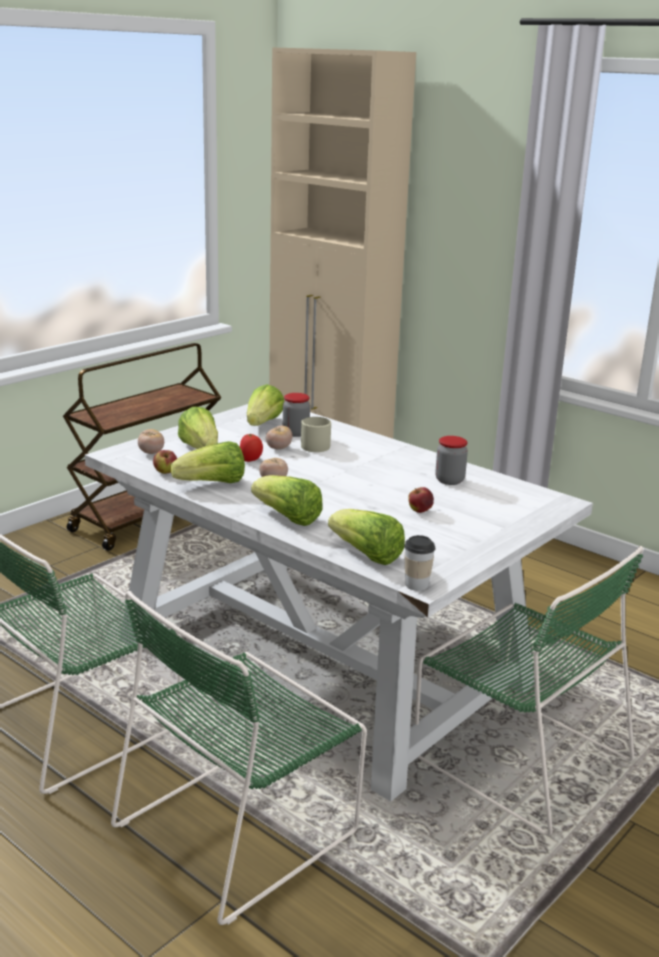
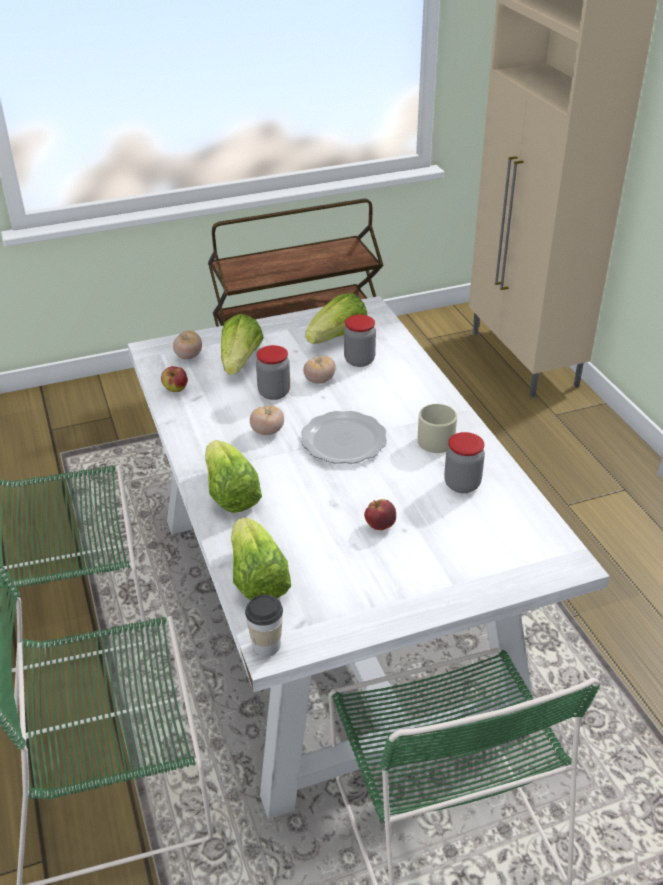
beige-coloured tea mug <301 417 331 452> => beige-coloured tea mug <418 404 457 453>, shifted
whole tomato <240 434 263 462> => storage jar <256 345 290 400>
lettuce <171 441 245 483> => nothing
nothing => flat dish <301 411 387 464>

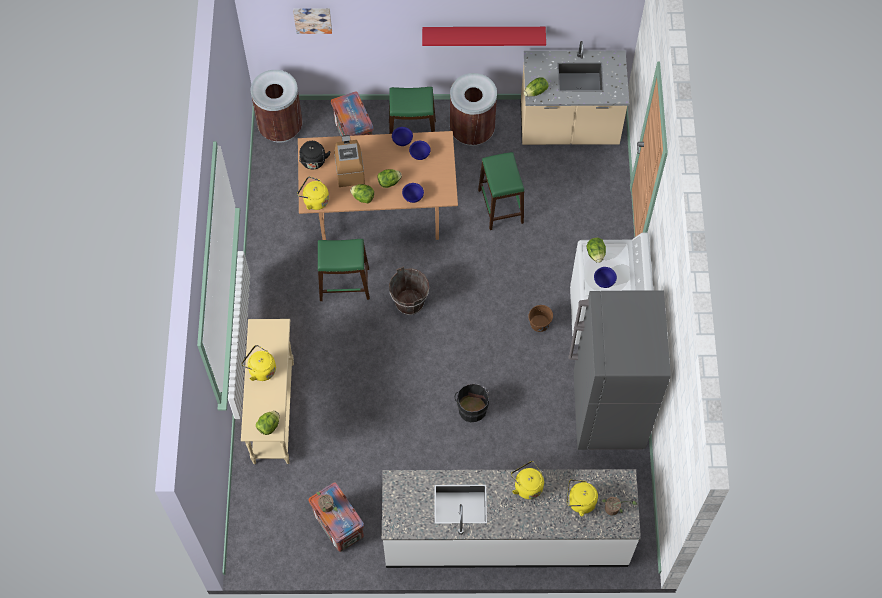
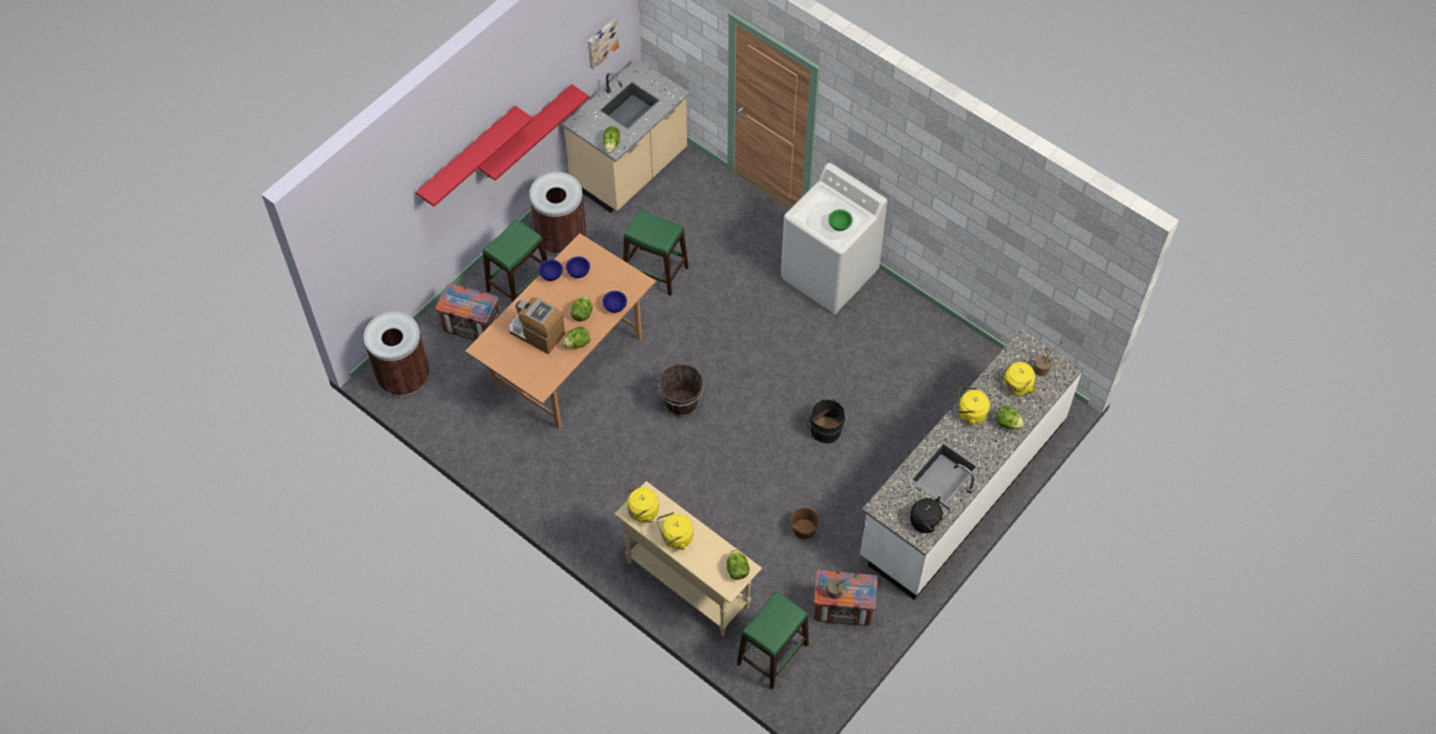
picture <293 8 332 34> => picture <588 18 619 69>, shifted
blackish kettle <299 141 331 169> => blackish kettle <910 496 950 533>, shifted
yellowish kettle <297 176 329 210> => yellowish kettle <622 487 659 523>, shifted
lettuce <587 238 606 263> => lettuce <995 406 1024 429>, shifted
green sitting stool <318 239 370 301> => green sitting stool <737 591 809 690>, shifted
blue-coloured deep dish <594 267 617 288> => green deep dish <828 209 853 231>
gray fridge <568 290 671 450> => nothing
brown water bucket <528 305 553 332> => brown water bucket <791 507 819 539>, shifted
nothing => red-coloured bracket shelf <416 106 533 207>

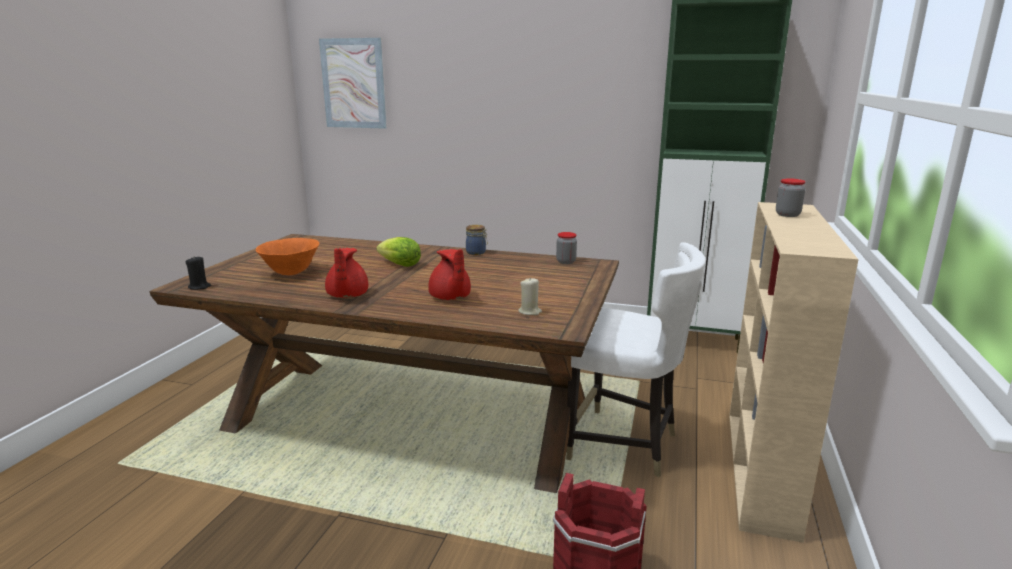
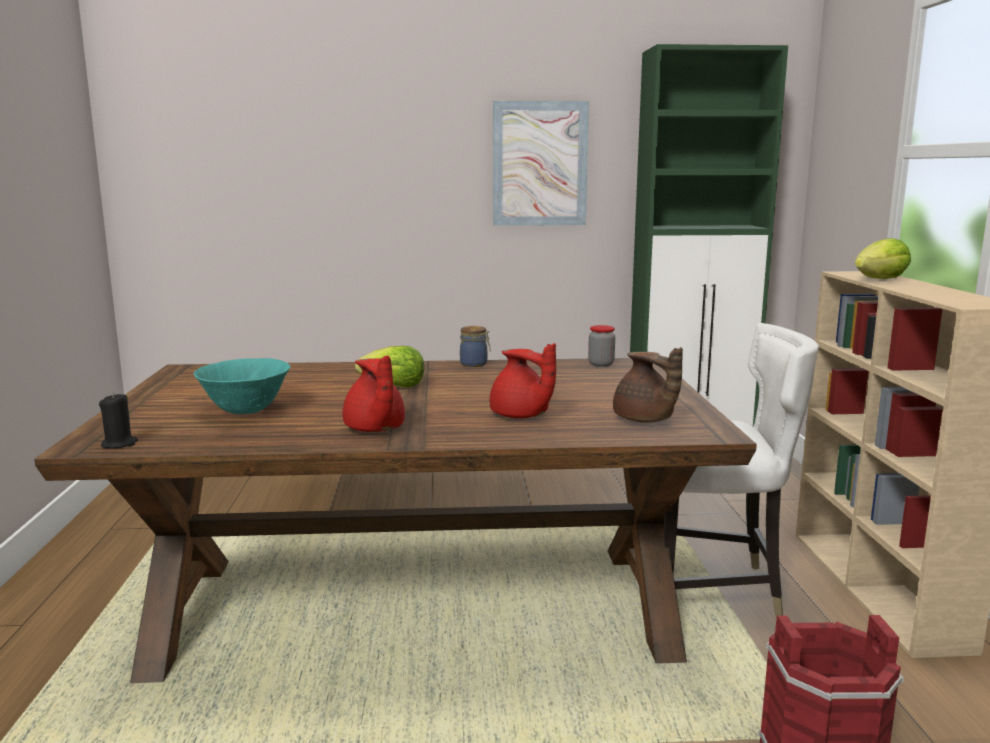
picture <319 38 387 129> => picture <493 101 589 226>, shifted
storage jar <776 179 806 217> => lettuce <855 238 911 279>
orangey deep dish <256 238 320 275> => blue-green deep dish <194 358 290 414>
beige-coloured candle <518 277 542 315> => brown pot for tea <613 347 683 423>

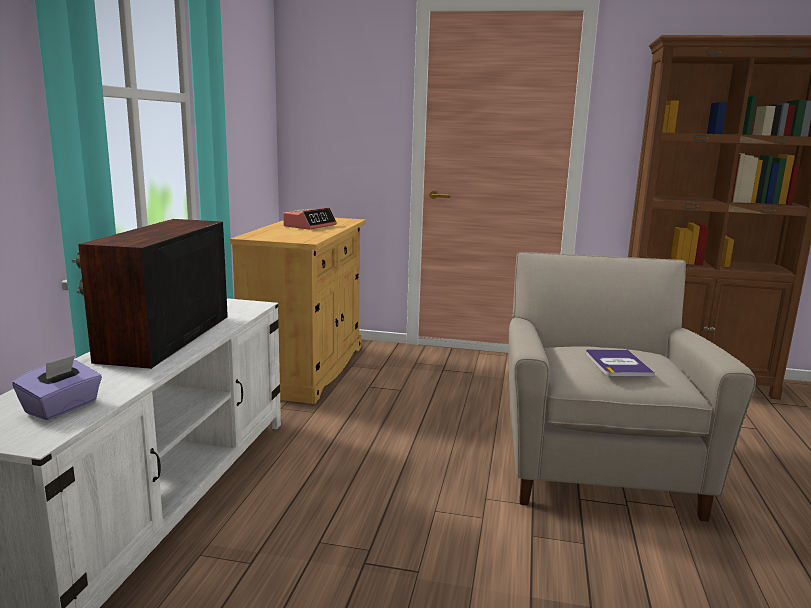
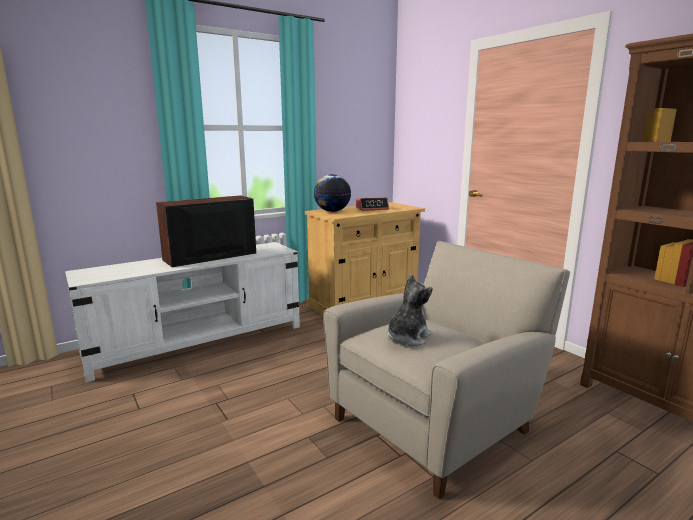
bound book <586 349 655 377> => cuddly toy <387 274 433 346>
purple tissue holder <12 355 102 420> => nothing
nothing => desk globe <314 174 351 212>

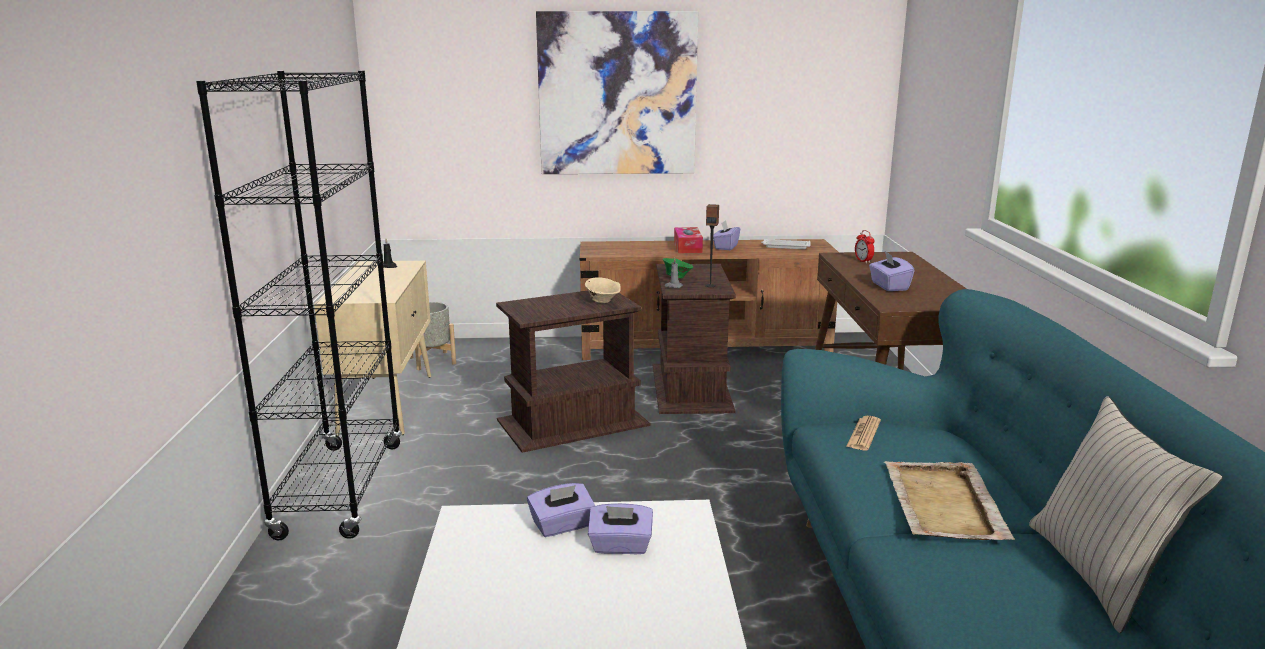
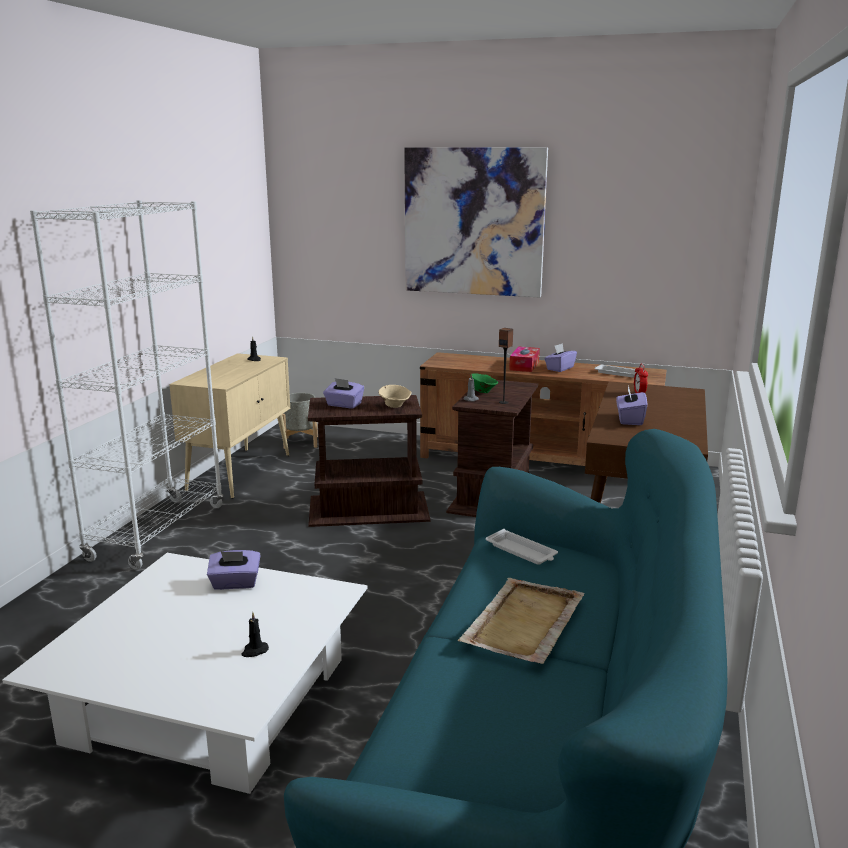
blackish shelving unit <196 71 402 540> => white-coloured shelving unit <30 200 223 570>
beige-coloured throw pillow <1029 396 1223 633> => nothing
newspaper <846 416 881 450> => white-coloured tray <486 529 558 565>
purple tissue holder <588 503 653 554> => purple tissue holder <323 378 364 408>, shifted
nothing => blackish candle <241 612 269 657>

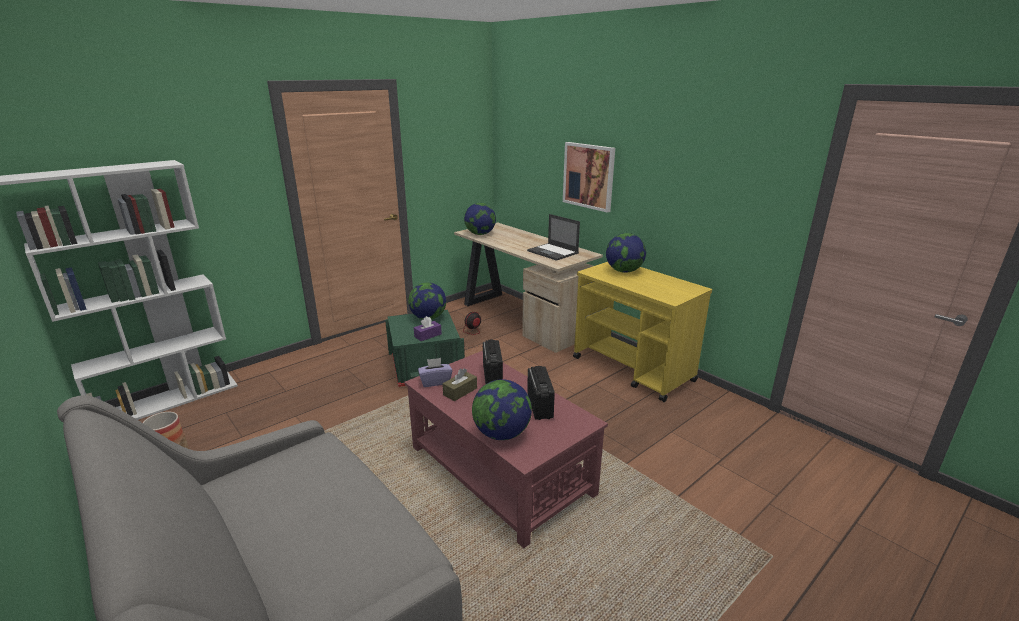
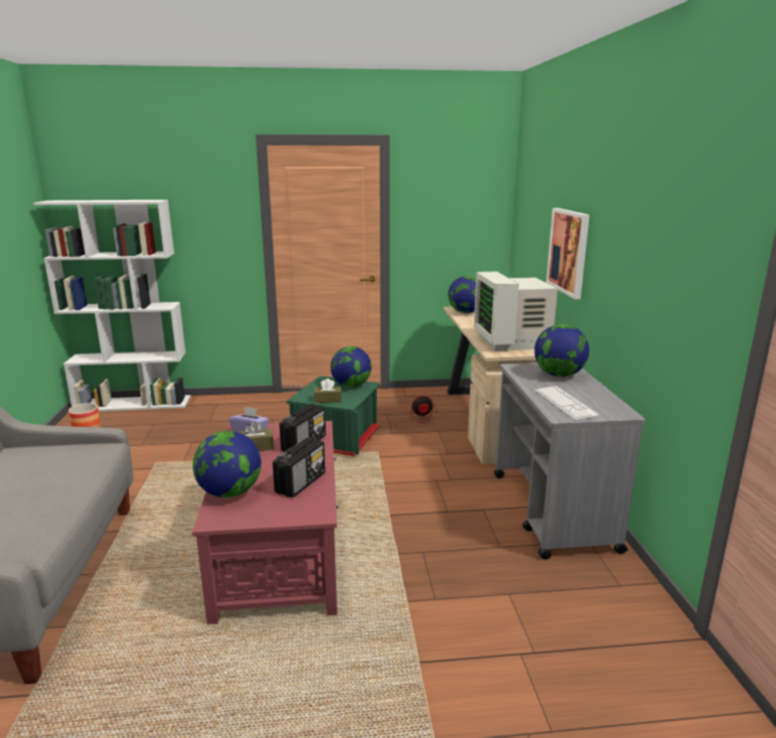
portable computer <527 214 580 261> => monitor <474 272 558 351>
yellowish trolley <573 262 712 402> => gray trolley <494 363 645 560>
purple tissue holder <414 316 442 341> => brown tissue holder <314 379 342 403>
nothing => PC keyboard <535 386 600 421>

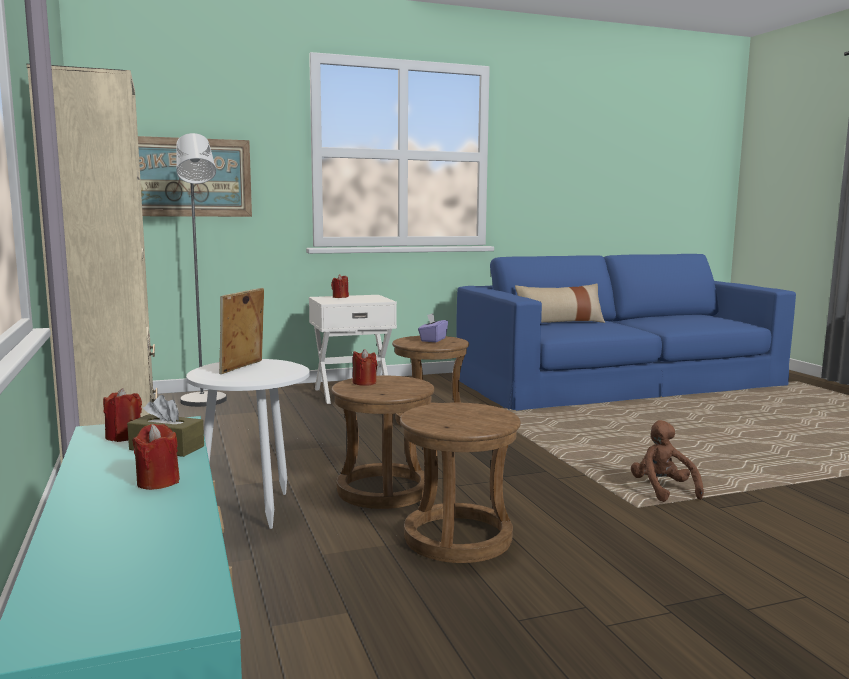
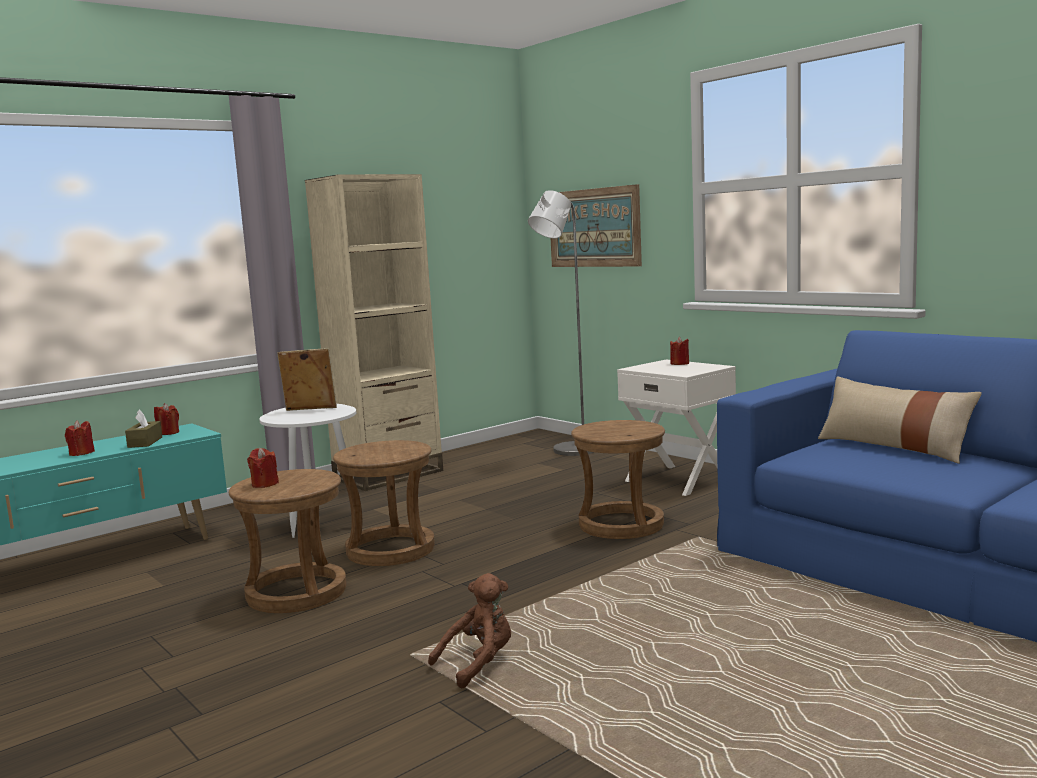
purple tissue holder <418 313 448 342> => nothing
red-coloured candle <353 349 377 386> => red-coloured candle <247 448 279 488>, shifted

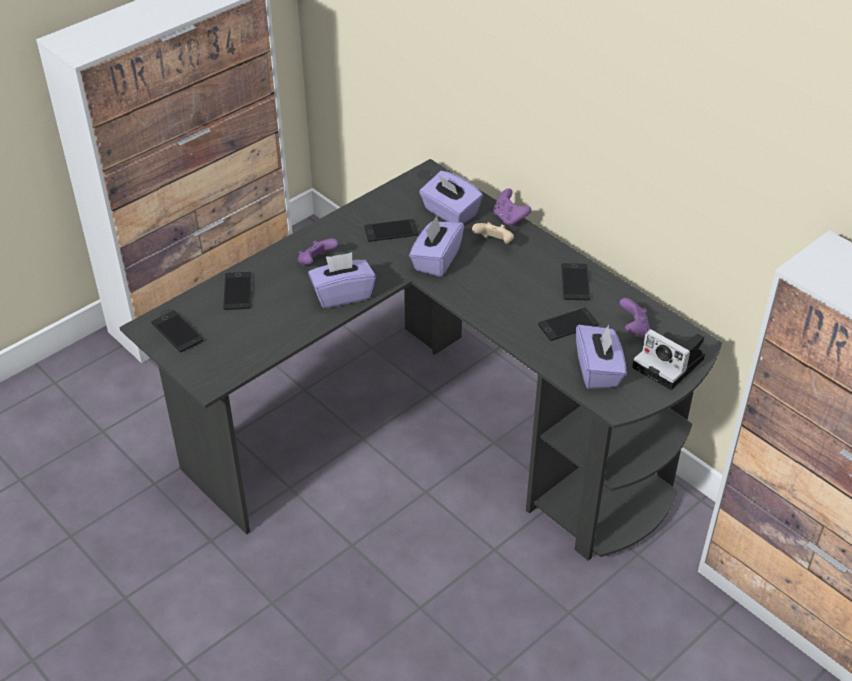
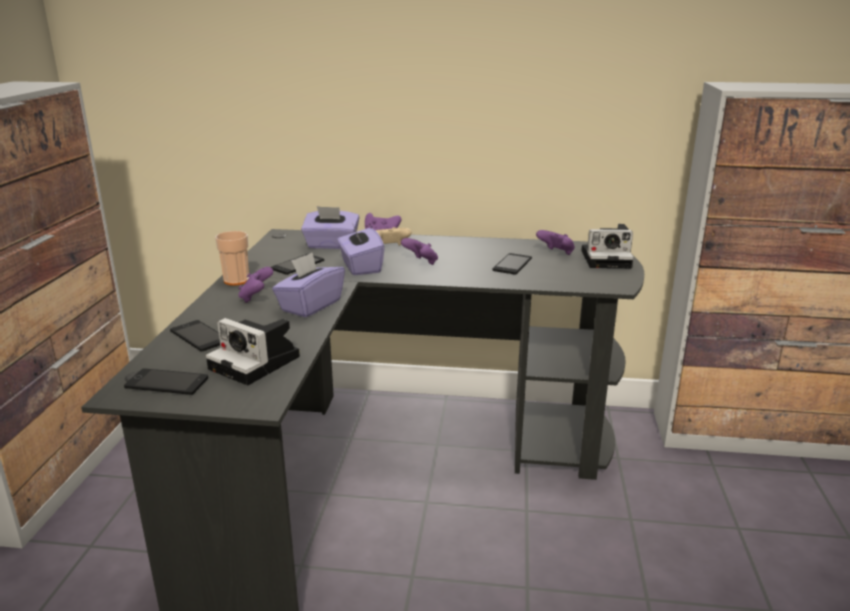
phone <561 263 590 300> => nothing
purple tissue holder <576 325 626 389> => nothing
nothing => drinking cup <215 231 249 286>
nothing => purple game controller <401 238 438 265>
nothing => still camera <206 318 300 385>

